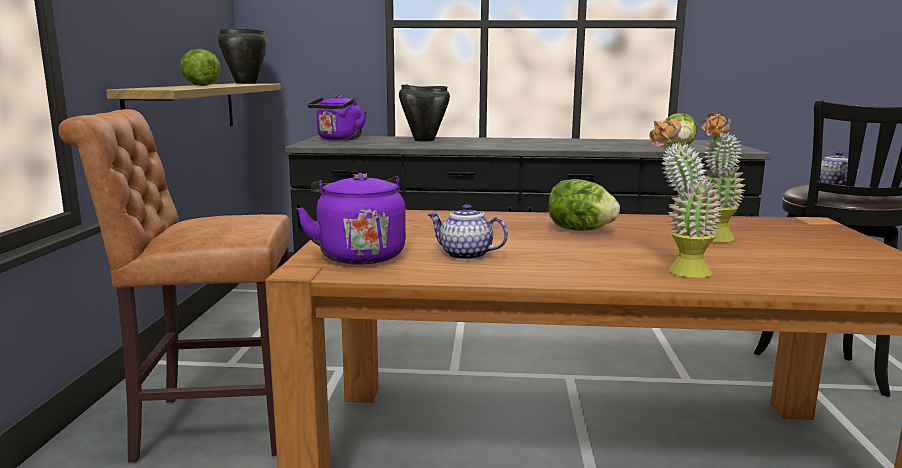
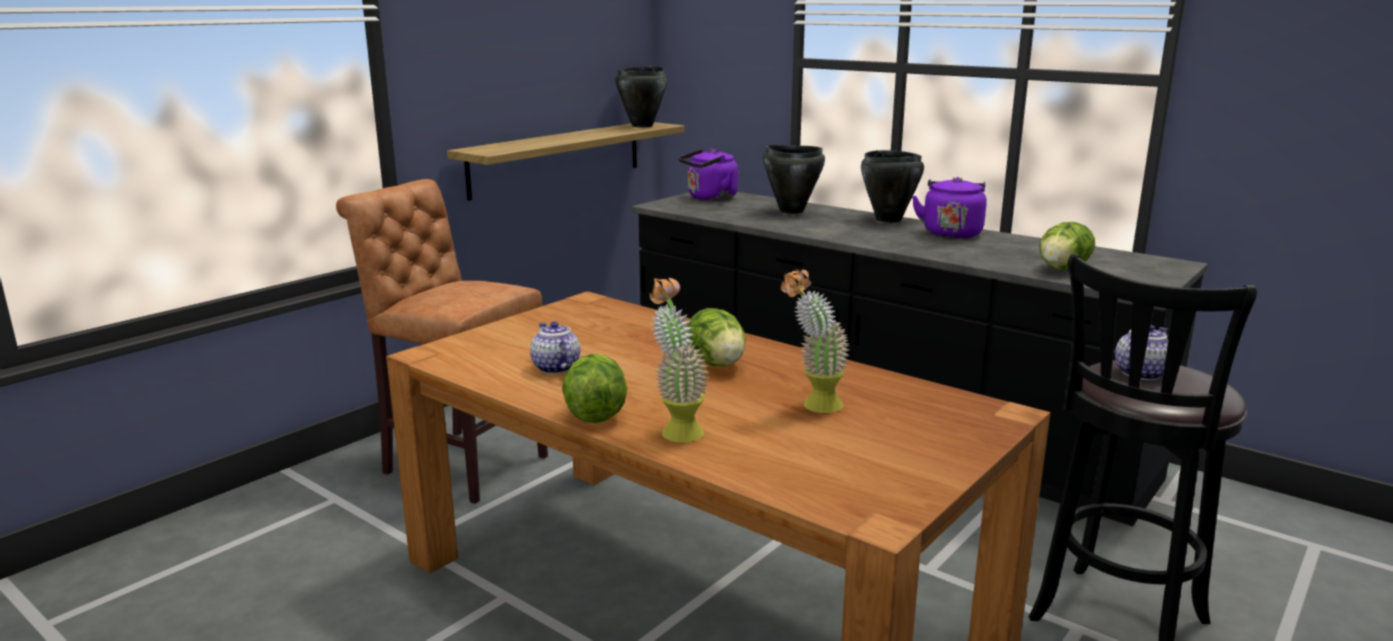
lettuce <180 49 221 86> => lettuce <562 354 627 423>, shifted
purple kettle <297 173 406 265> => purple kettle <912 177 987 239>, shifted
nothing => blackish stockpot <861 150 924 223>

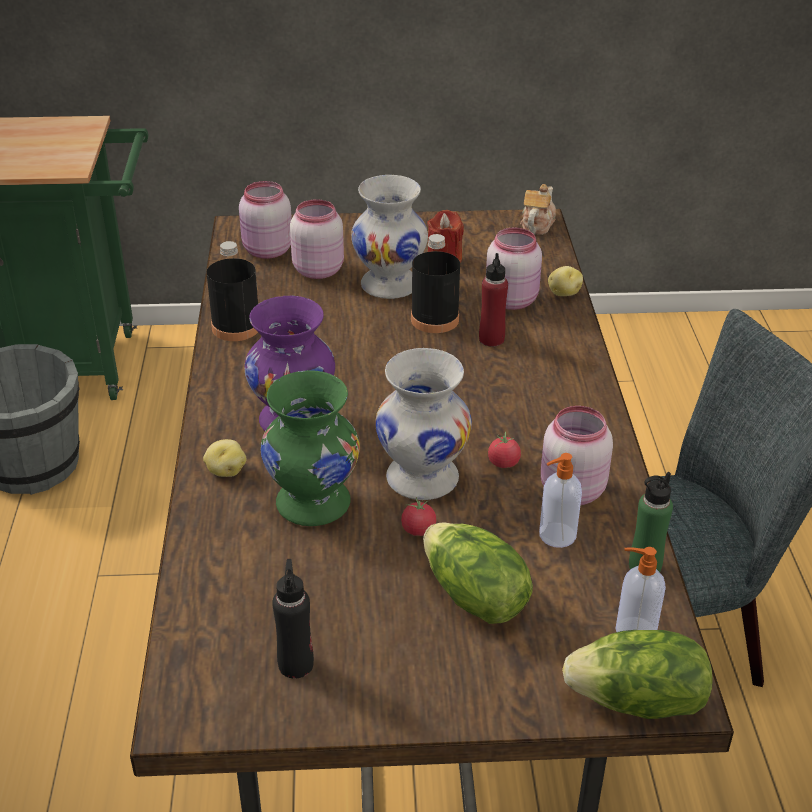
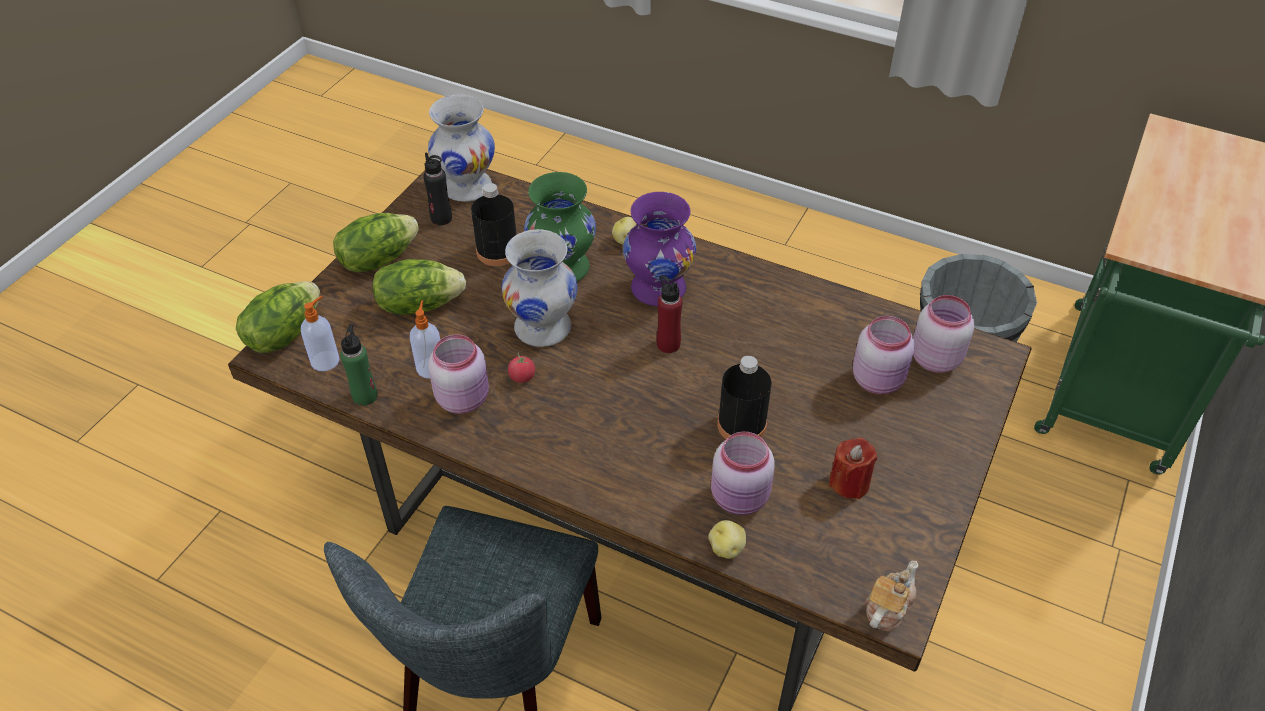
white-coloured decorative vase <351 175 428 299> => white-coloured decorative vase <428 95 495 202>, shifted
pot for tea <520 184 556 235> => pot for tea <864 561 918 632>, 105 degrees counterclockwise
blackish bottle <206 241 258 341> => blackish bottle <471 183 516 266>, shifted
red-coloured bottle <479 253 508 347> => red-coloured bottle <657 275 682 353>, shifted
whole tomato <401 497 436 536> => nothing
nothing => lettuce <333 213 419 272>

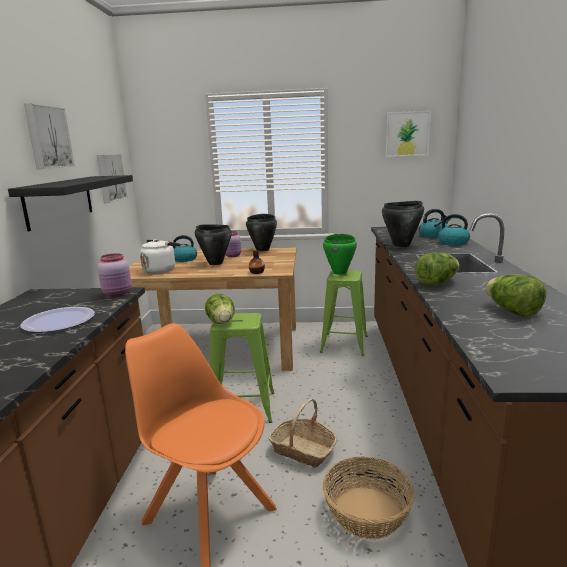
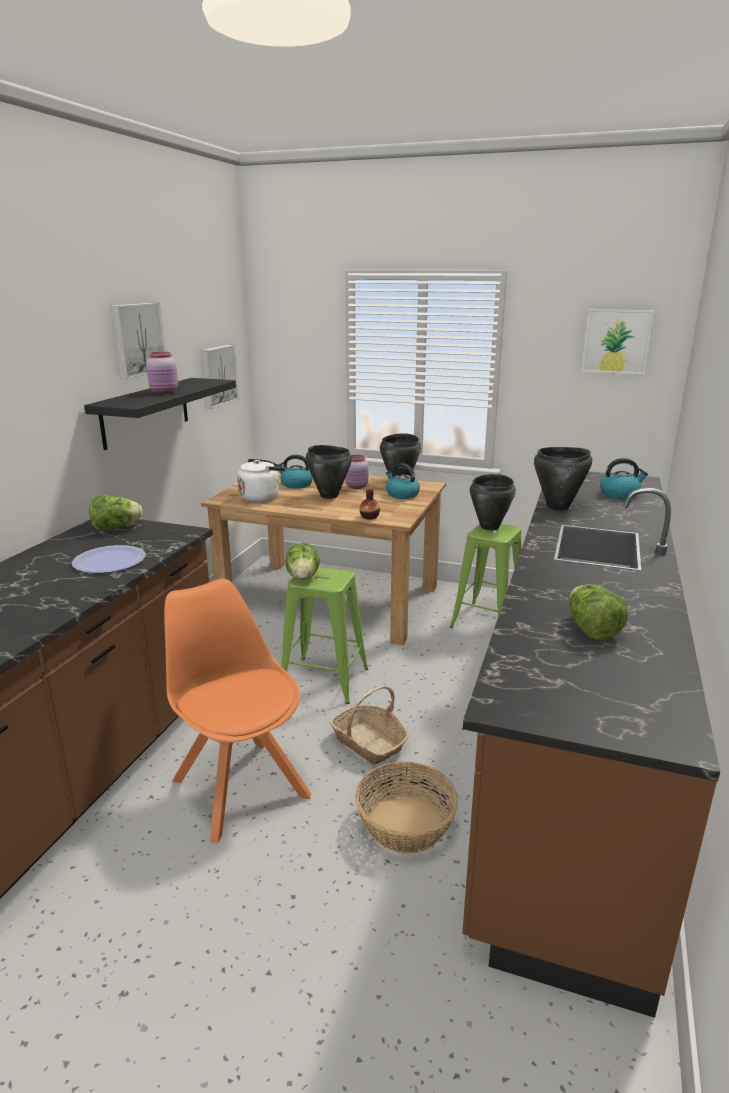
kettle <434 214 470 245> => kettle <386 463 420 499>, shifted
green stockpot <323 234 357 275> => blackish stockpot <470 474 516 530>
lettuce <415 252 459 286> => lettuce <89 495 143 531>, shifted
pink-coloured storage jar <97 253 132 297> => pink-coloured storage jar <146 352 178 394>, shifted

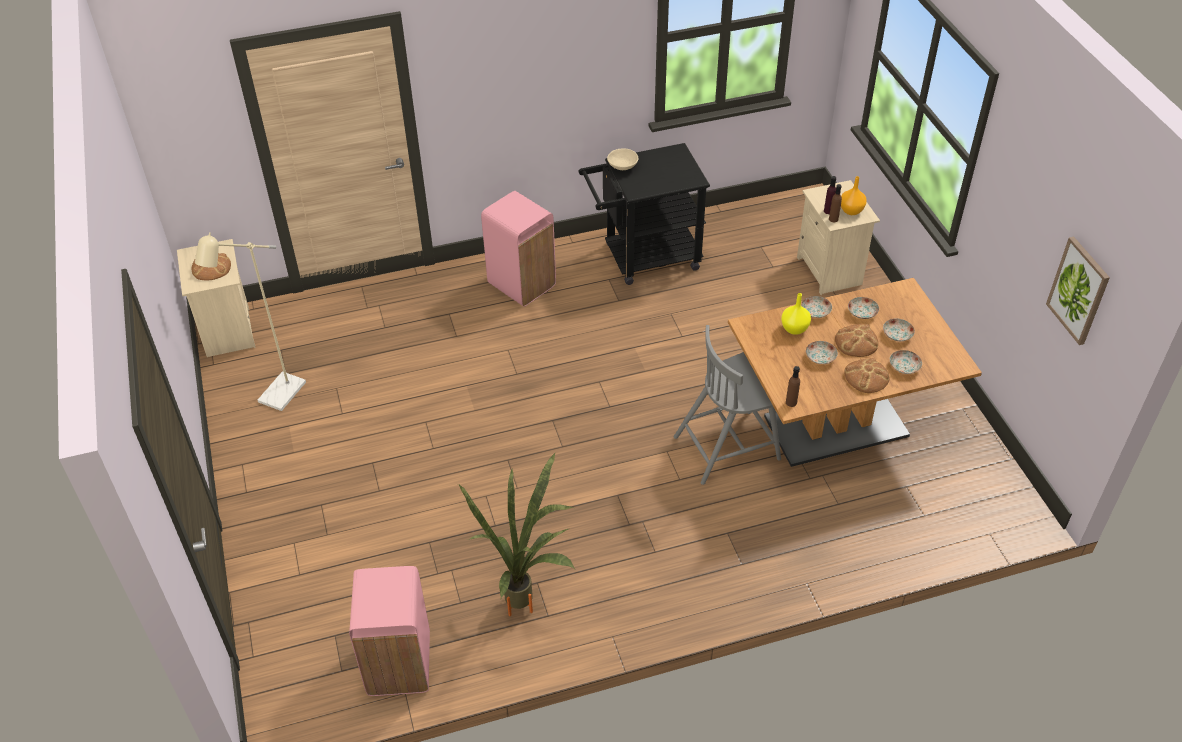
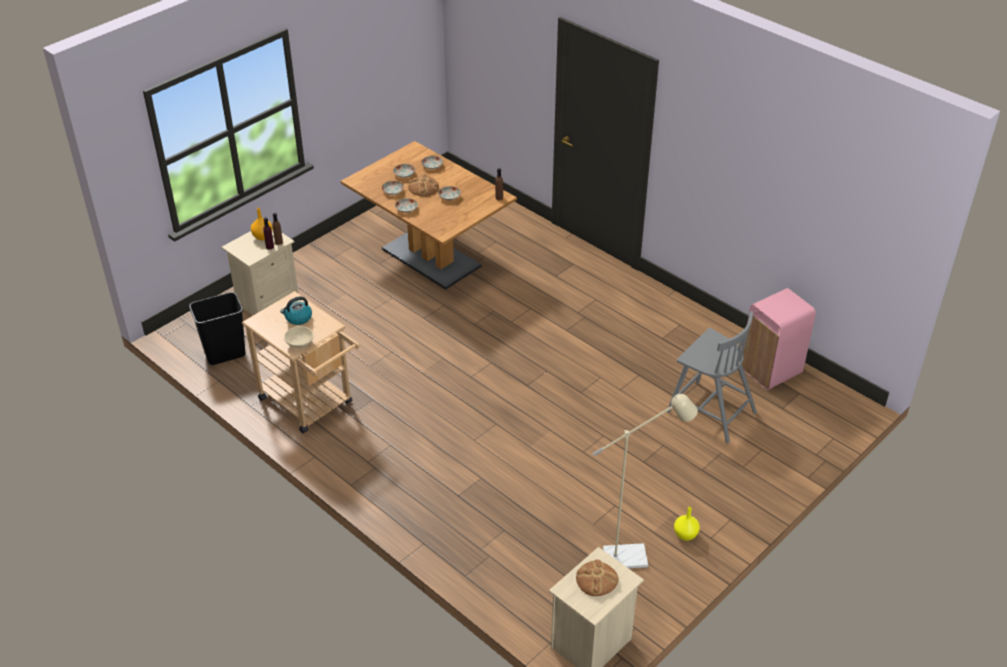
blackish trolley <579 143 710 285> => beige-coloured trolley <242 291 360 433>
pink-coloured trash can <481 191 556 307> => nothing
picture <1046 236 1110 345> => nothing
yellowish decorative vase <781 293 811 335> => yellowish decorative vase <674 507 700 541>, shifted
gray plain chair <674 325 781 485> => gray plain chair <667 311 757 443>, shifted
bread <844 358 890 393> => nothing
potted plant <458 453 575 616> => nothing
nothing => blackish trash can <189 292 245 365>
nothing => kettle <280 296 312 325>

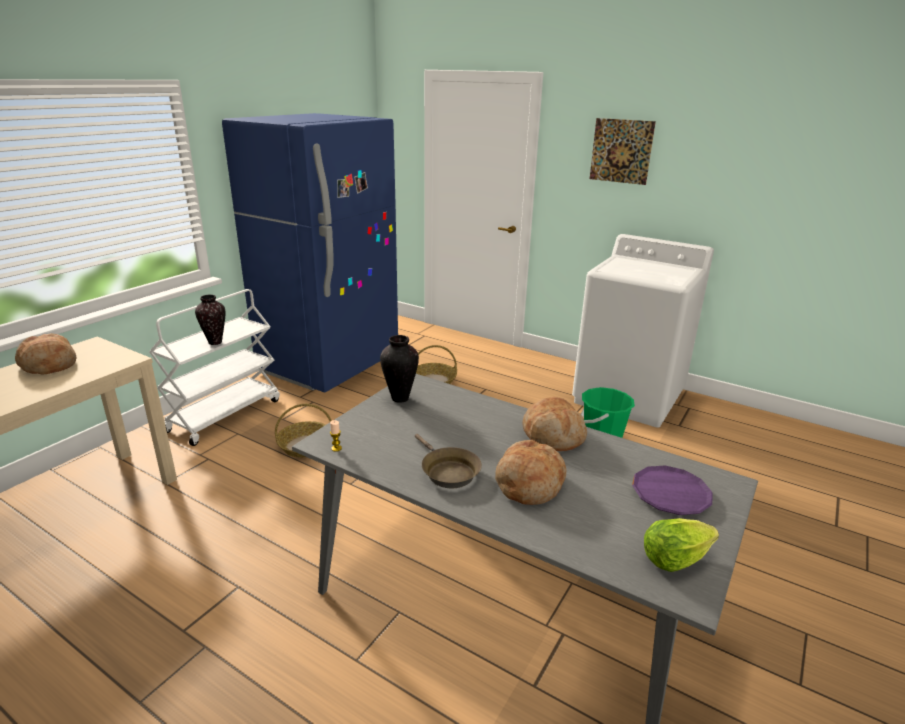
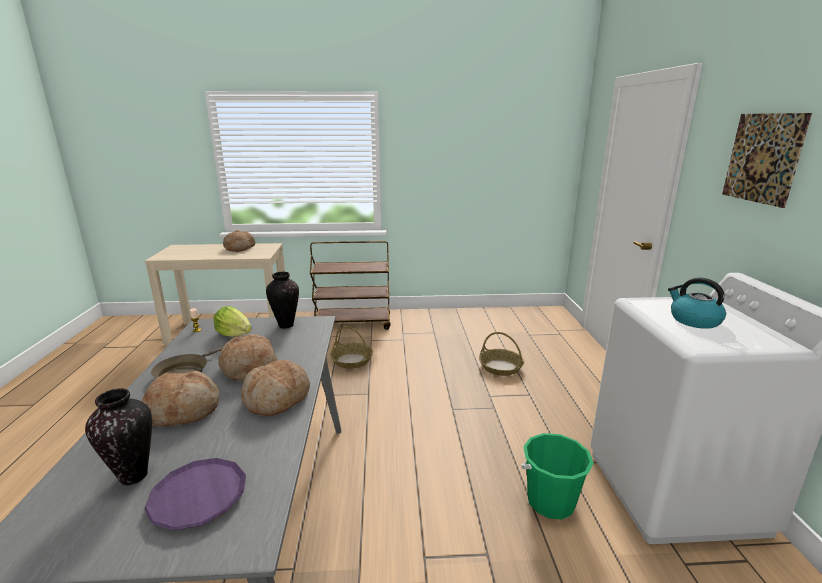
blue-coloured fridge <222 113 398 393> => nothing
white-coloured trolley <149 289 280 446> => brown trolley <310 241 391 330>
decorative vase <195 295 225 345> => decorative vase <85 388 152 485>, shifted
lettuce <644 518 719 572> => lettuce <214 306 252 337>, shifted
nothing => kettle <668 278 726 329>
nothing => bread <218 334 277 382>

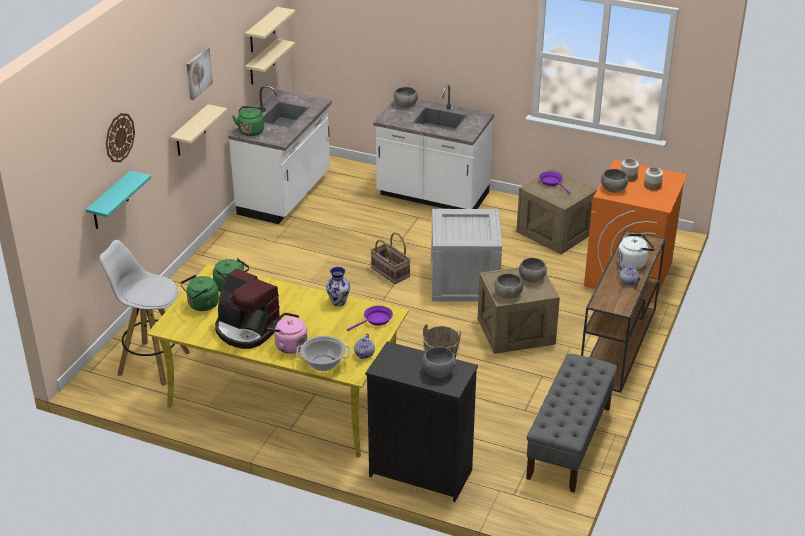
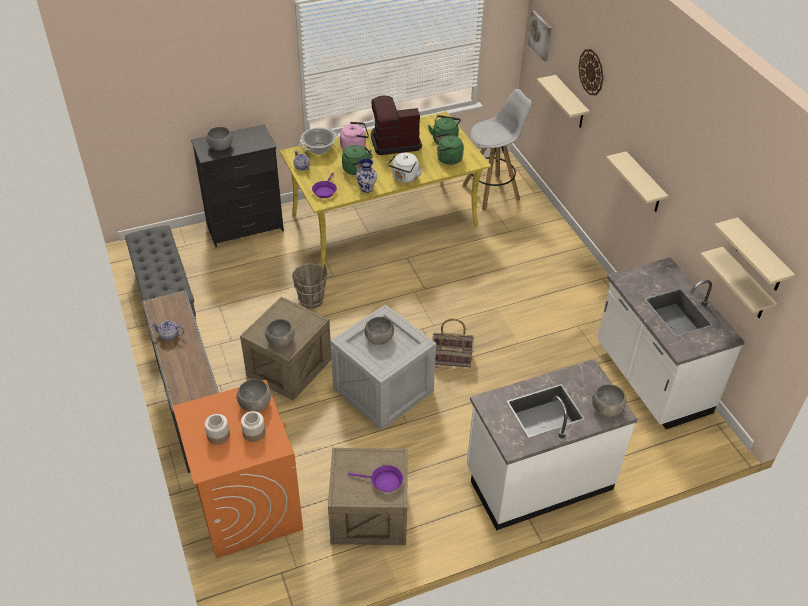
picture <186 47 213 100> => picture <528 11 552 61>, shifted
green kettle <232 106 266 136> => green kettle <342 145 373 175>, shifted
blue-green bracket shelf <86 170 151 229> => beige-coloured bracket shelf <537 75 590 128>
white-coloured kettle <617 234 655 269> => white-coloured kettle <388 153 423 183>, shifted
gray deep dish <494 273 523 299> => gray deep dish <365 317 394 345>, shifted

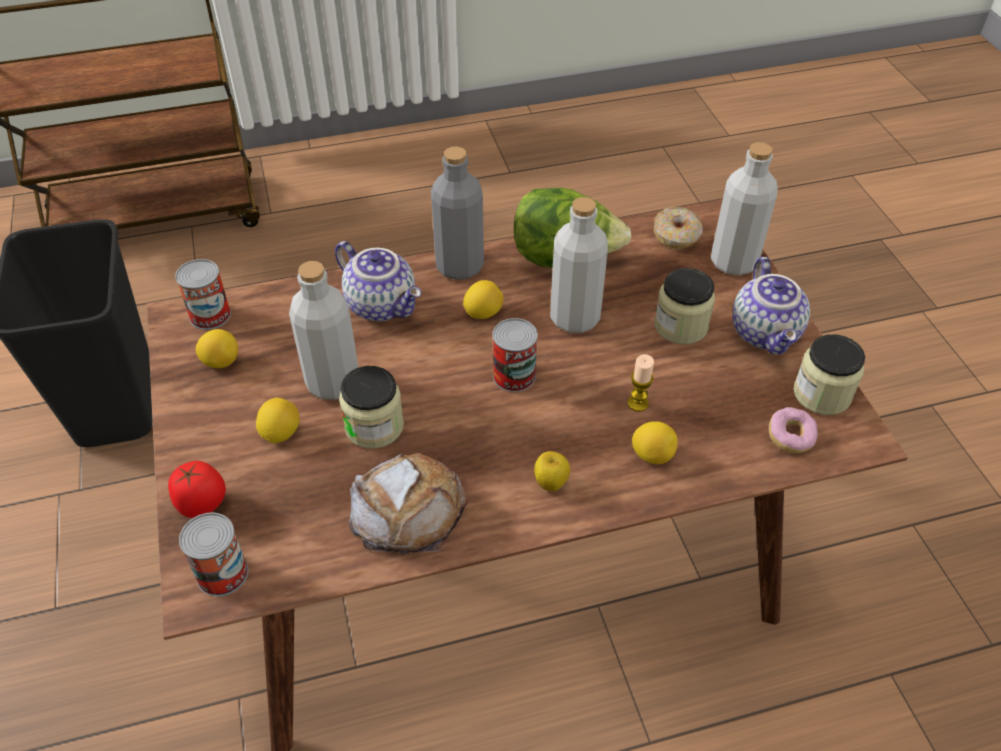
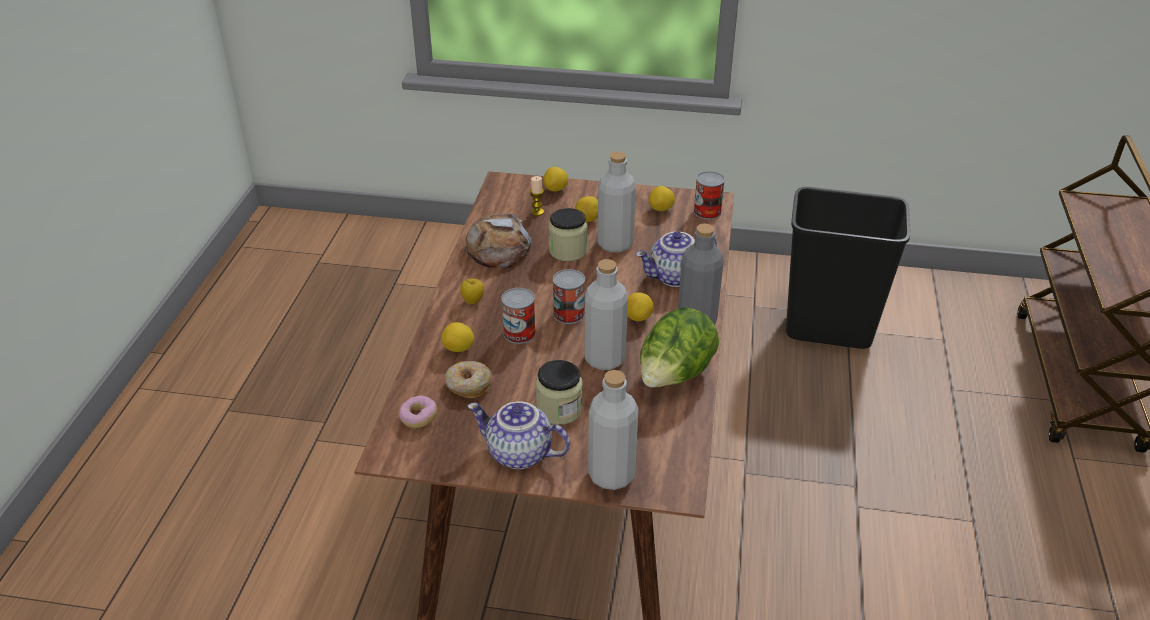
donut <654 207 703 249> => donut <445 361 493 398>, shifted
storage jar <794 334 865 415> => nothing
candle <627 354 654 412> => candle <530 176 544 216>, shifted
whole tomato <168 461 226 518> => whole lemon <543 167 568 191>
can <179 513 248 596> => can <501 288 536 344>, shifted

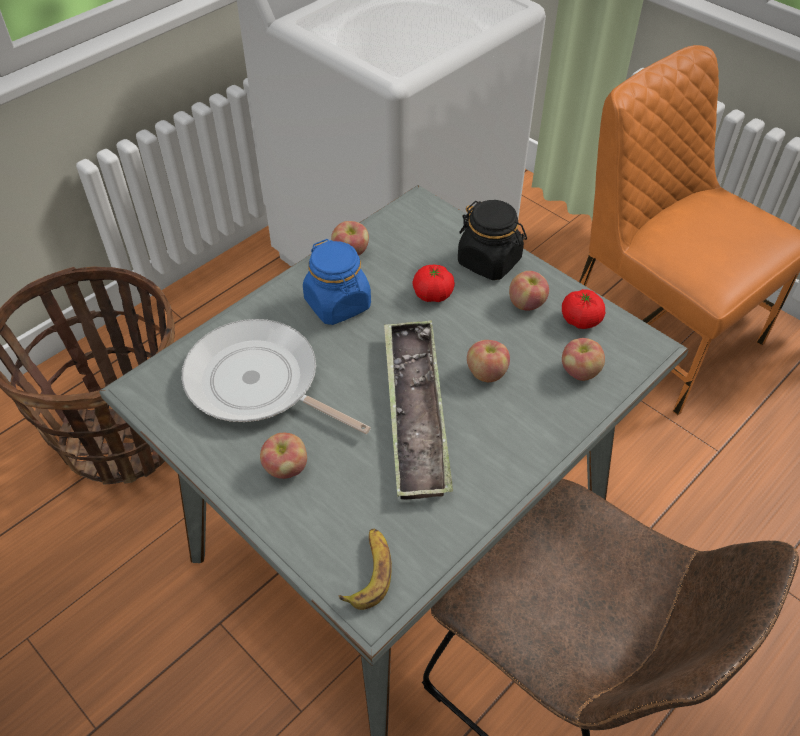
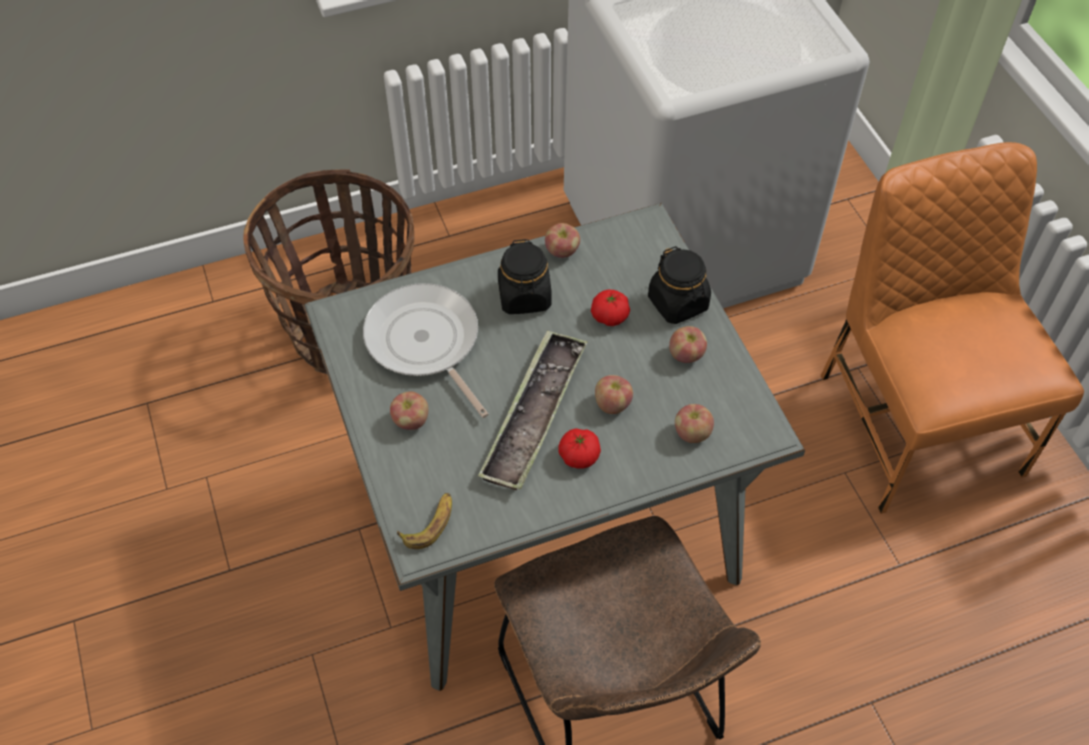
blue-coloured storage jar <303 239 371 325> => blackish storage jar <498 239 552 314>
whole tomato <562 289 605 329> => whole tomato <559 428 601 469>, shifted

